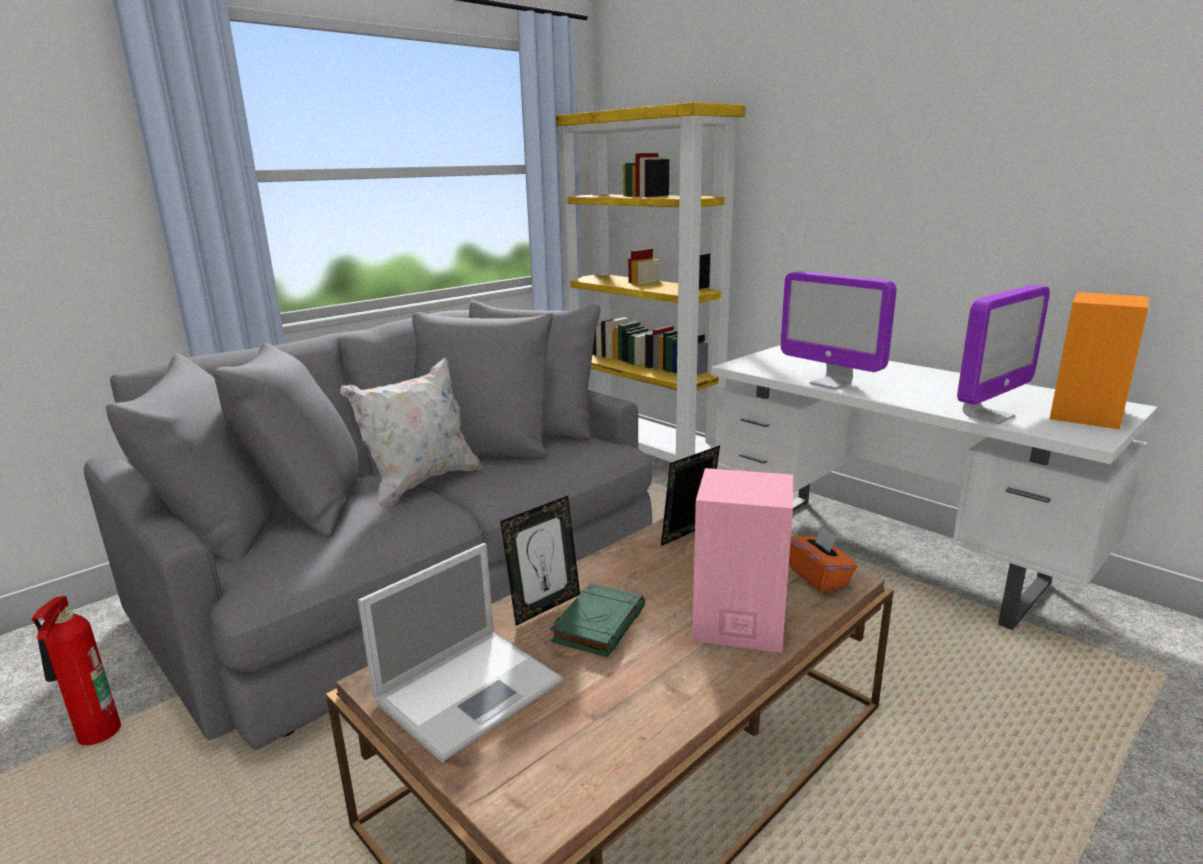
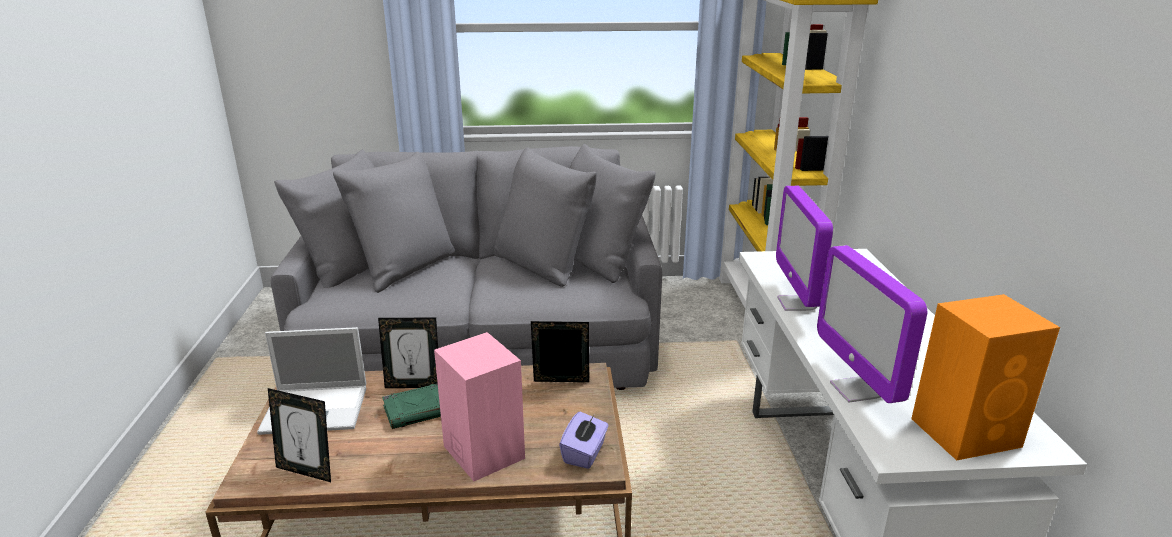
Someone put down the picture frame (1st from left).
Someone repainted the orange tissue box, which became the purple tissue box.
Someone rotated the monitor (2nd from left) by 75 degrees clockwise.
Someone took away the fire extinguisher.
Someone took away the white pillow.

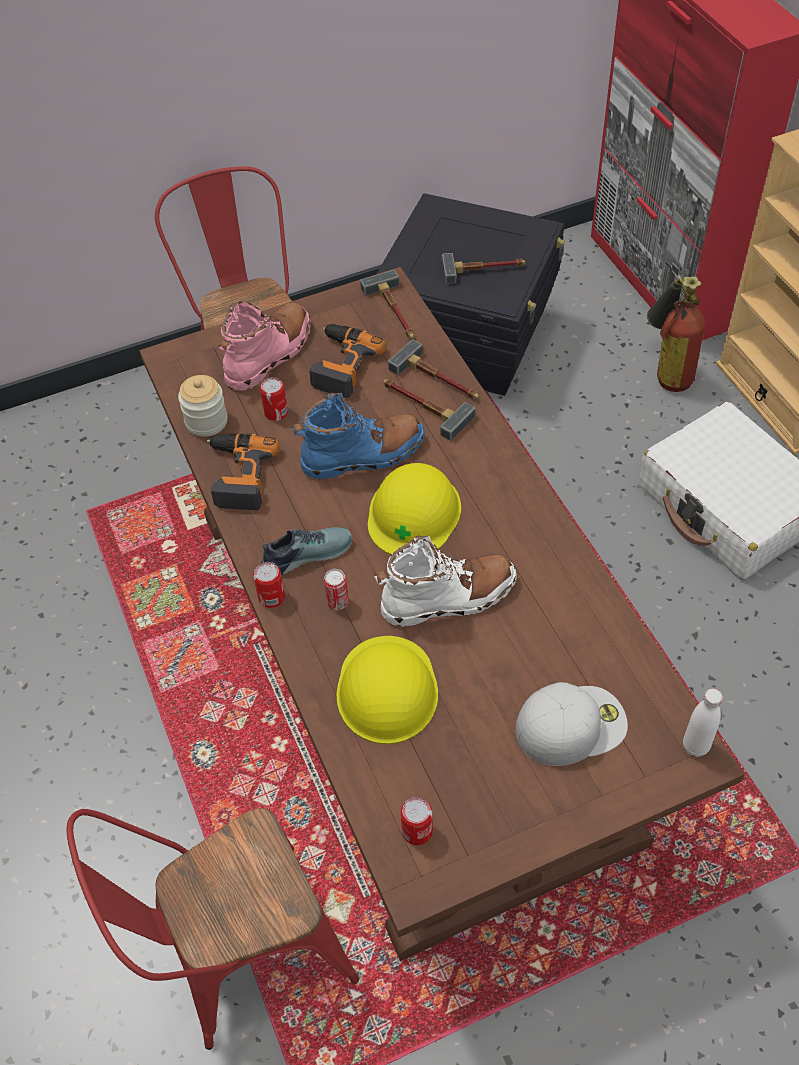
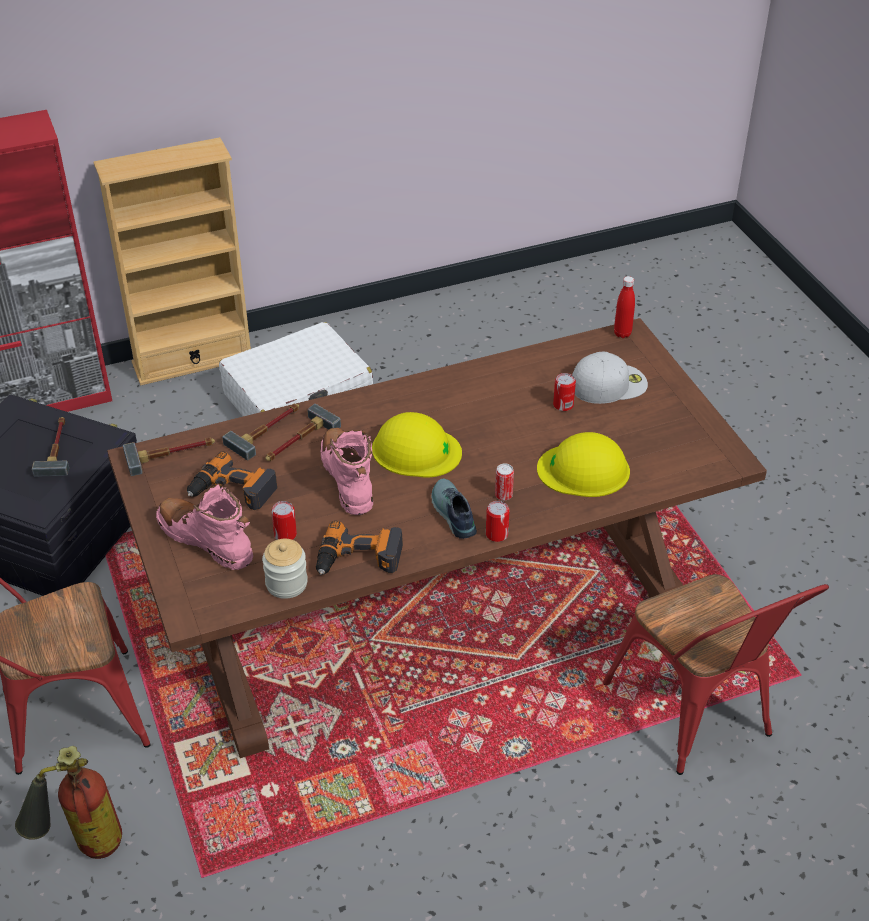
Someone carried the fire extinguisher.
Someone repainted the blue boot, which became the pink boot (2nd from left).
Someone carried the can (4th from left).
Someone rotated the white cap by 90 degrees clockwise.
Someone repainted the white bottle, which became the red bottle.
Someone took away the white boot.

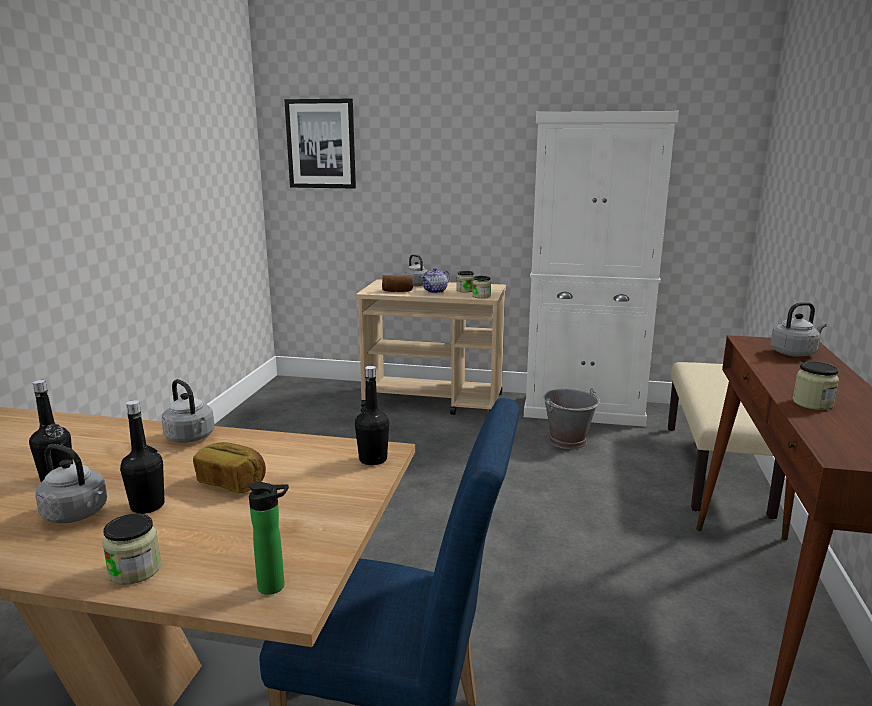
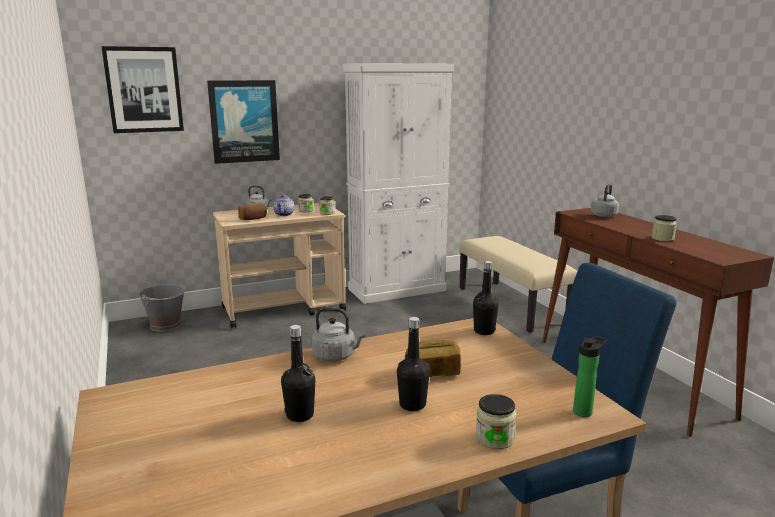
Someone carried the grey bucket.
Someone put up the picture (2nd from left).
Someone took away the grey kettle (1st from left).

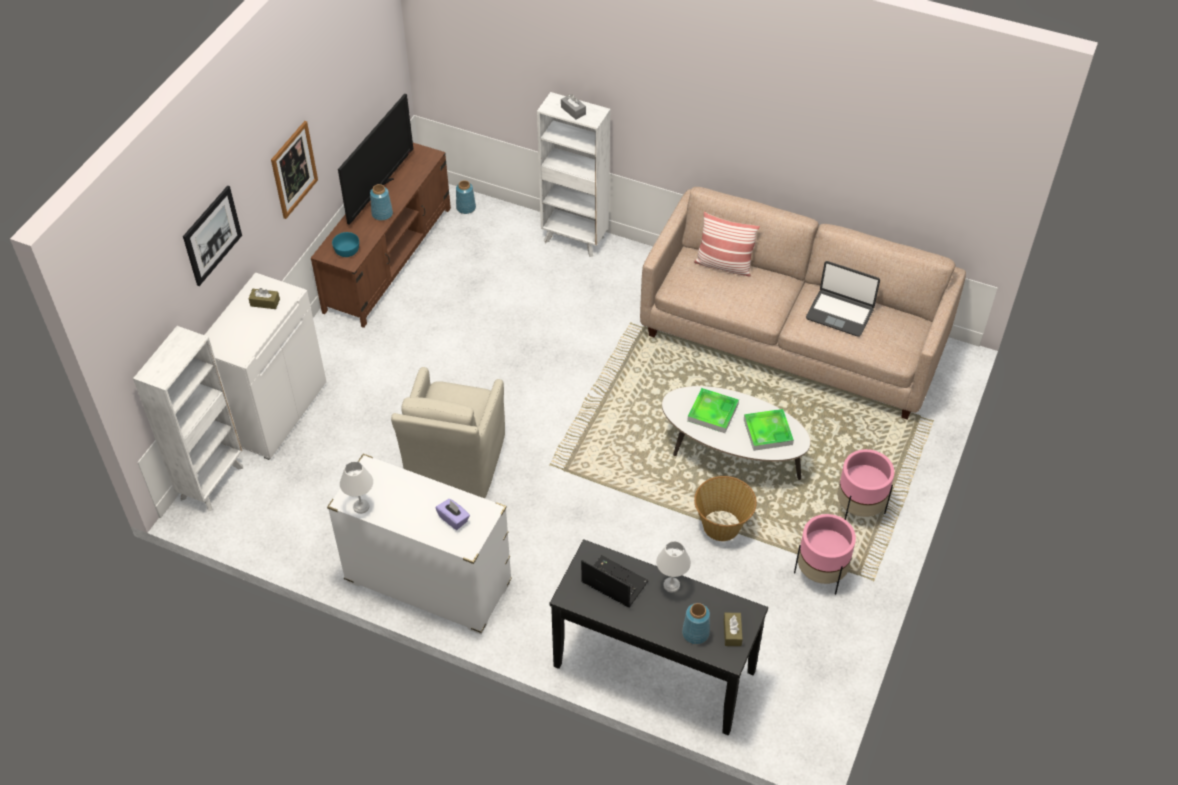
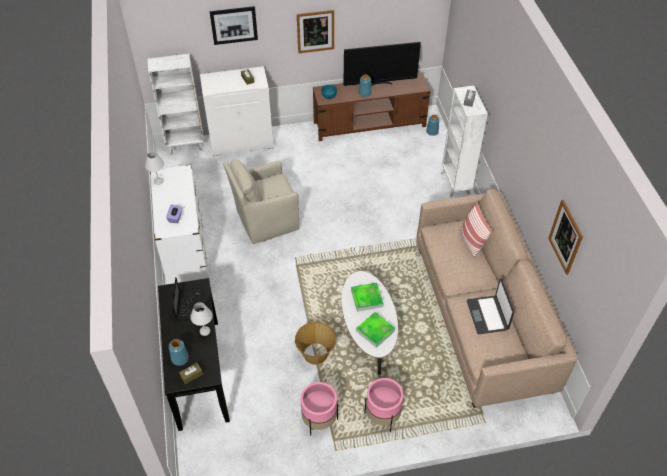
Someone put up the picture (3rd from left).

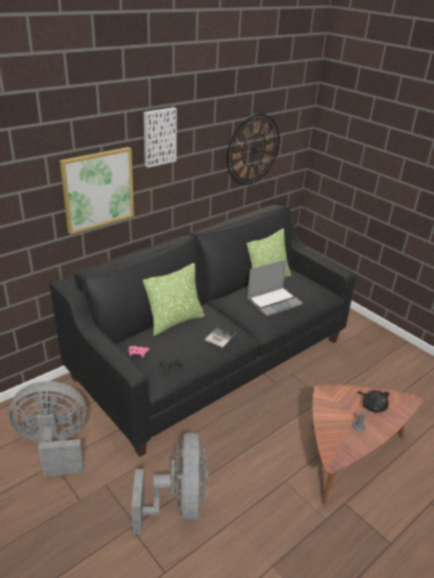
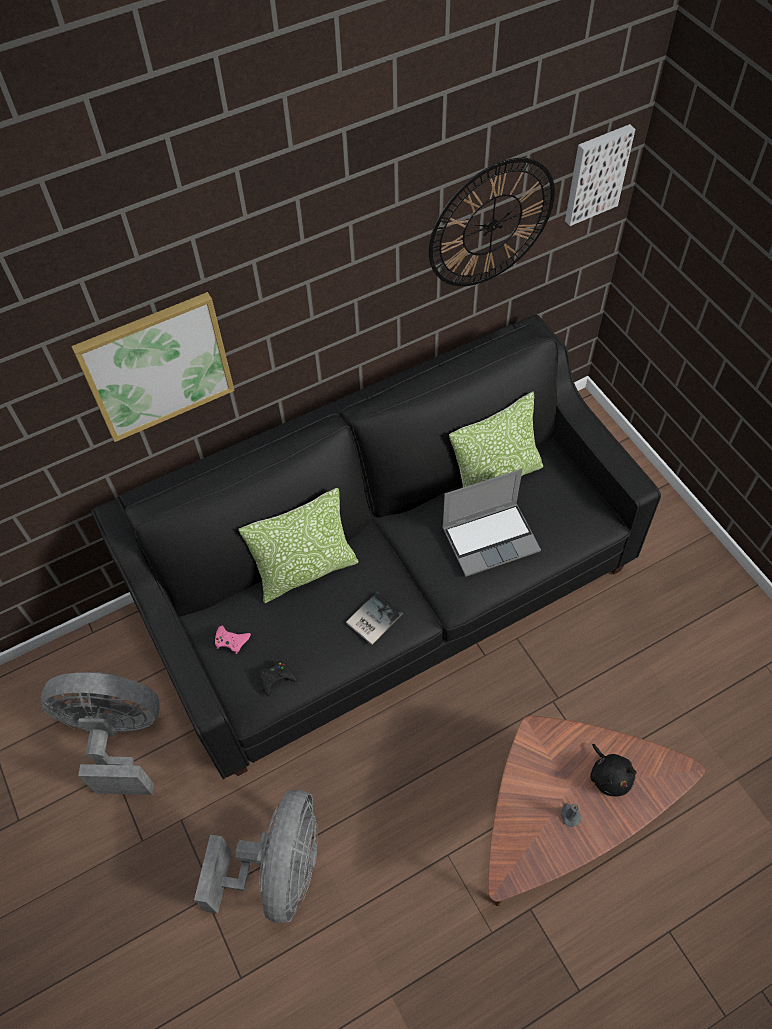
Someone carried the picture (2nd from left).

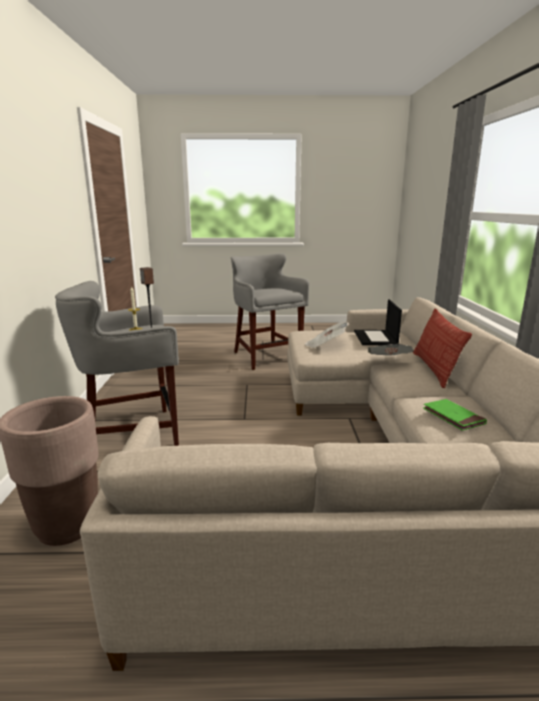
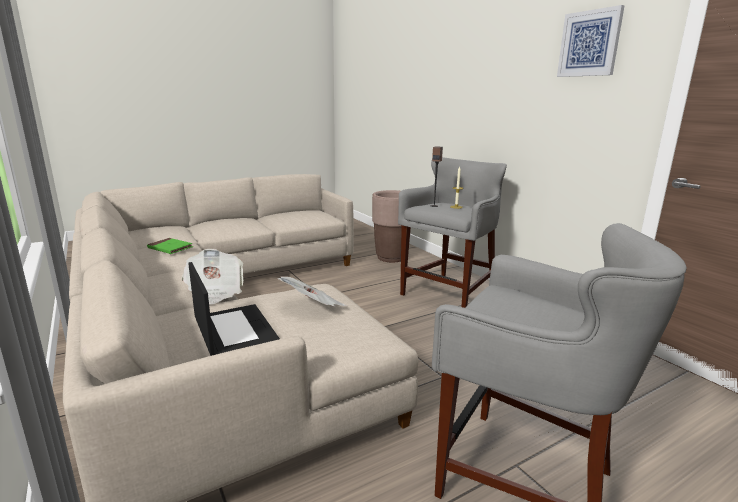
Someone put up the picture.
Someone took away the pillow.

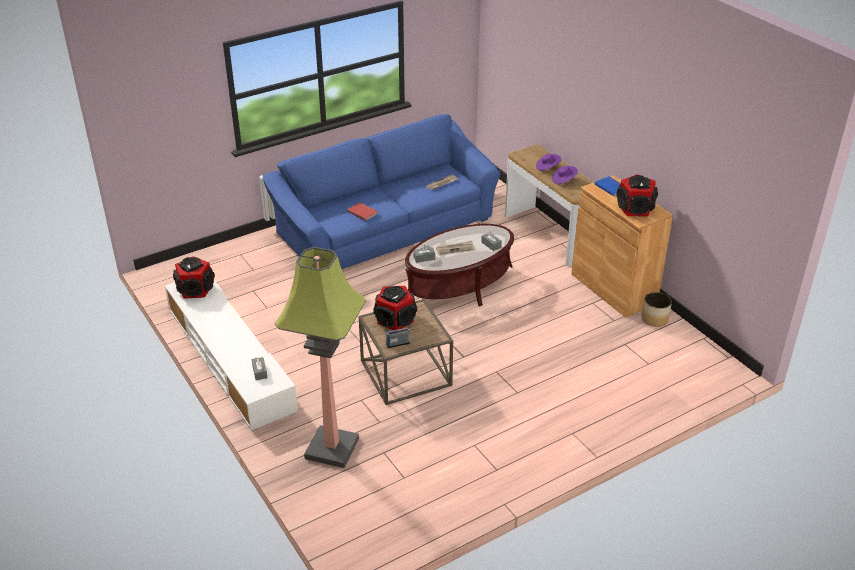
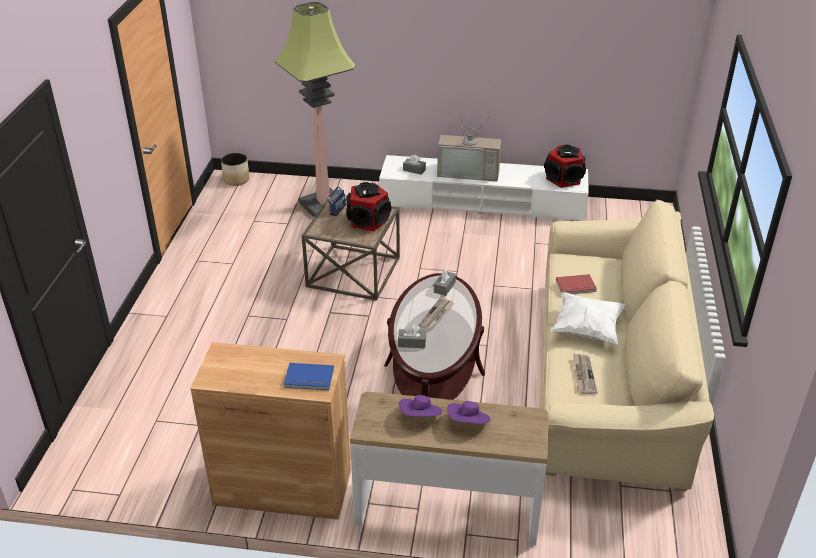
Someone carried the planter.
Someone put down the television.
Someone repainted the blue sofa, which became the beige sofa.
Someone put down the white pillow.
Someone took away the speaker (3rd from left).

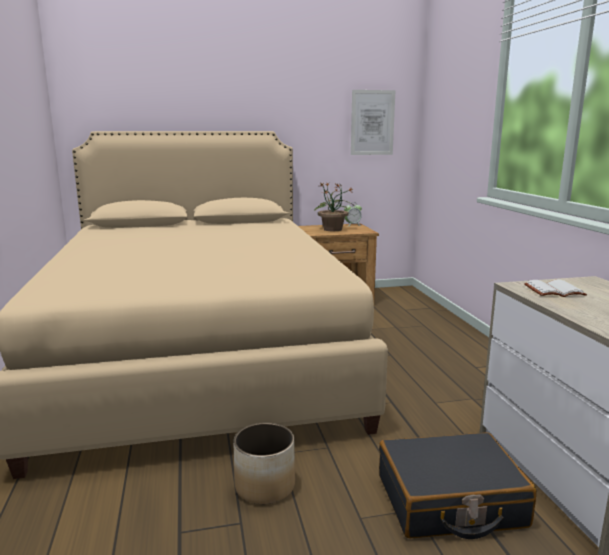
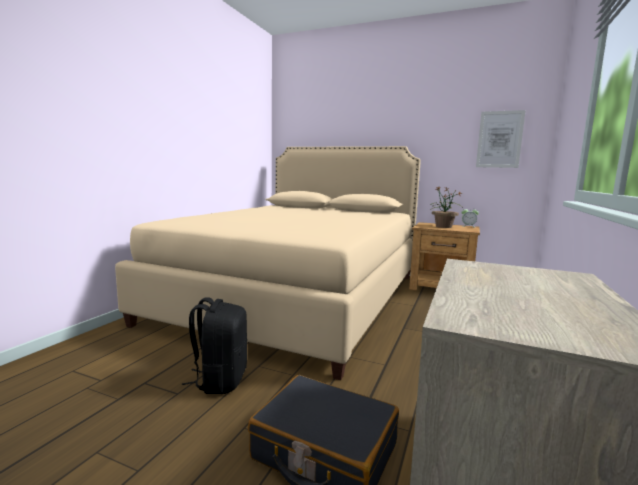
Someone swapped the planter for the black backpack.
Someone took away the white book.

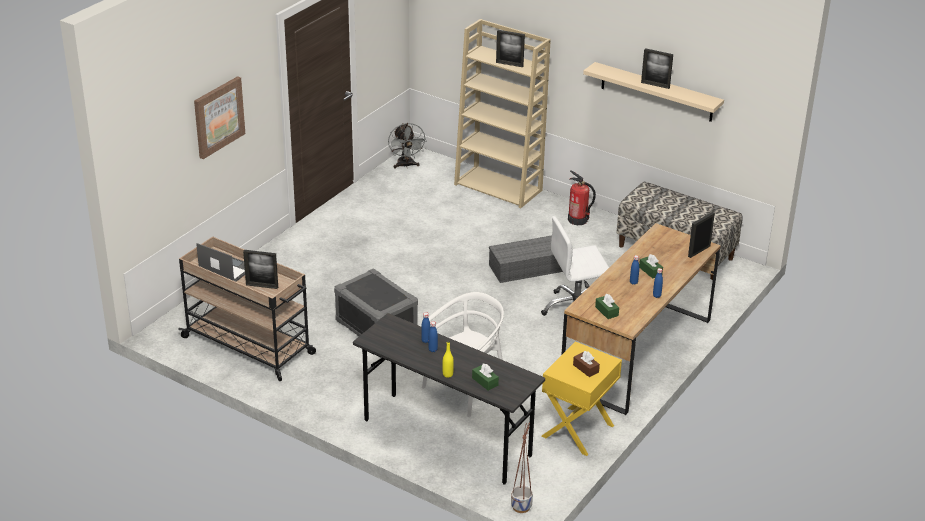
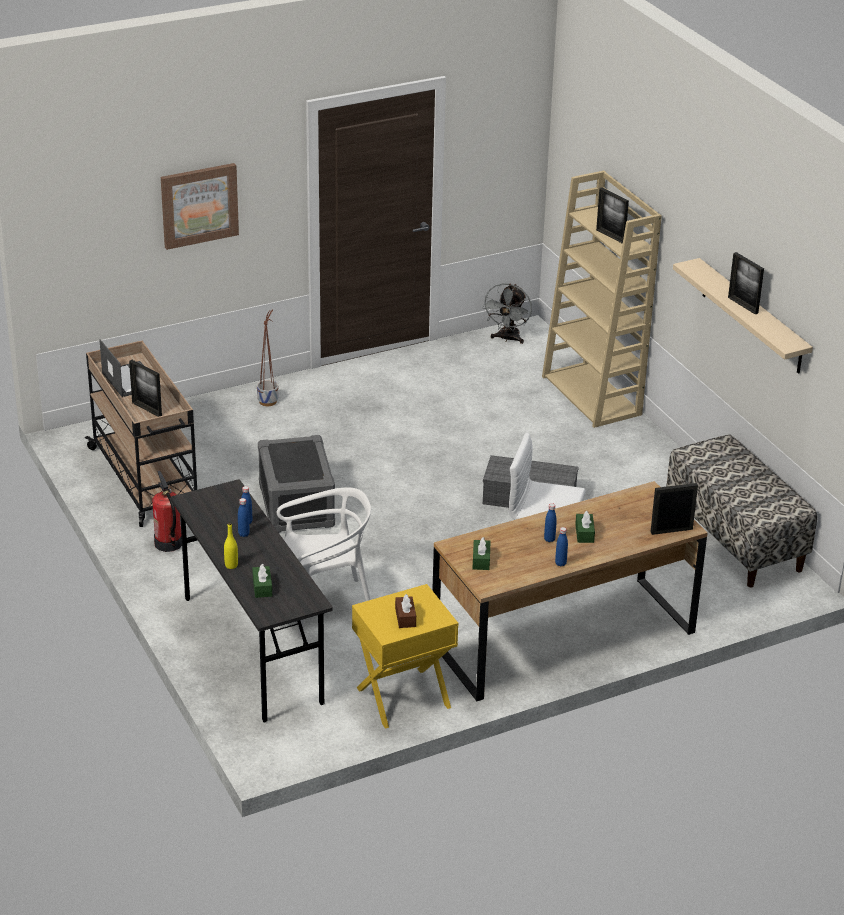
Someone carried the fire extinguisher.
Someone carried the planter.

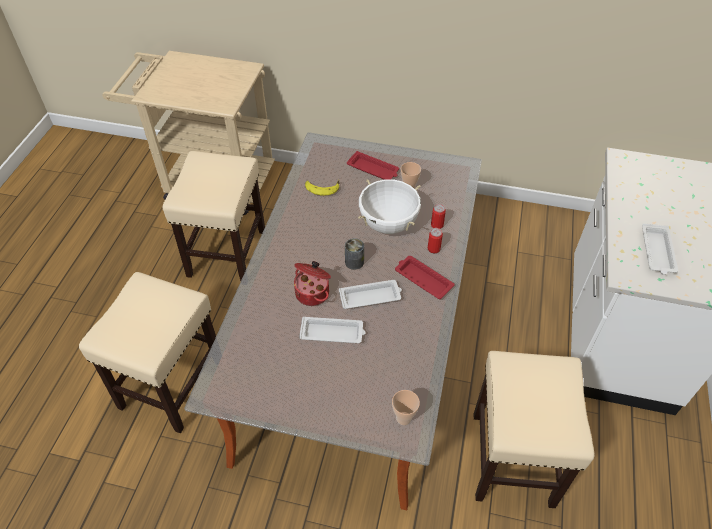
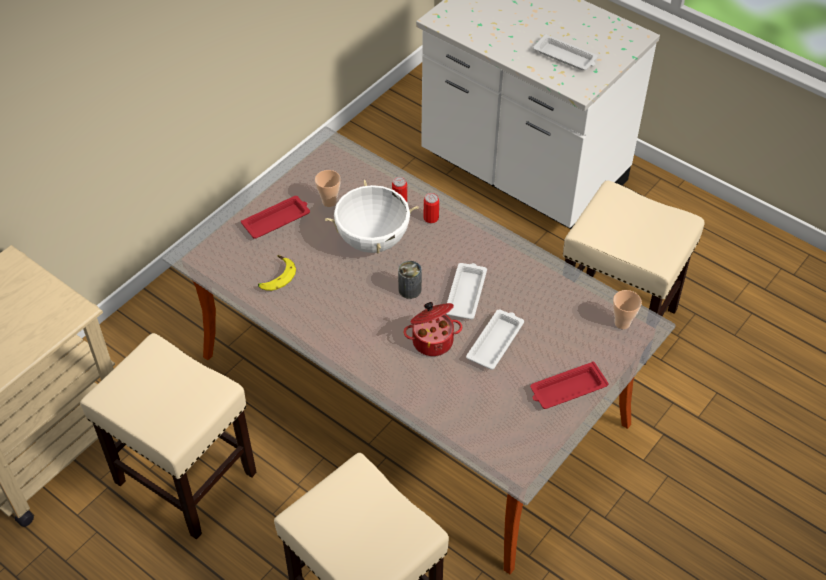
Someone carried the red tray (2nd from left).

